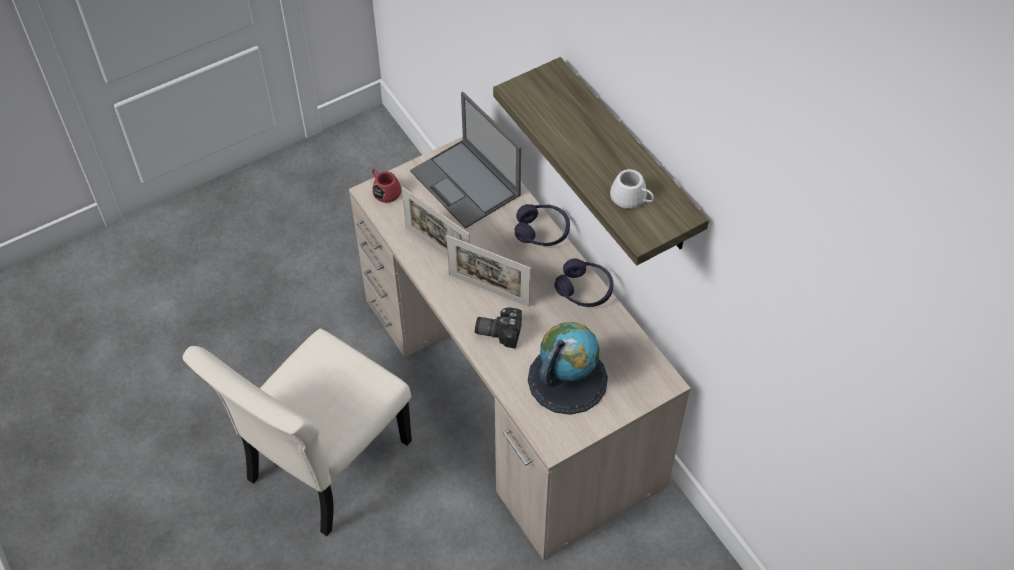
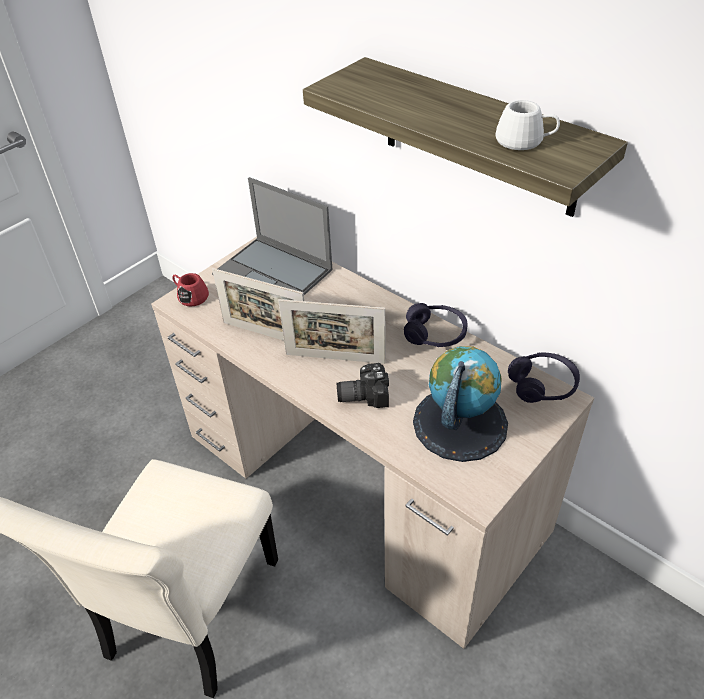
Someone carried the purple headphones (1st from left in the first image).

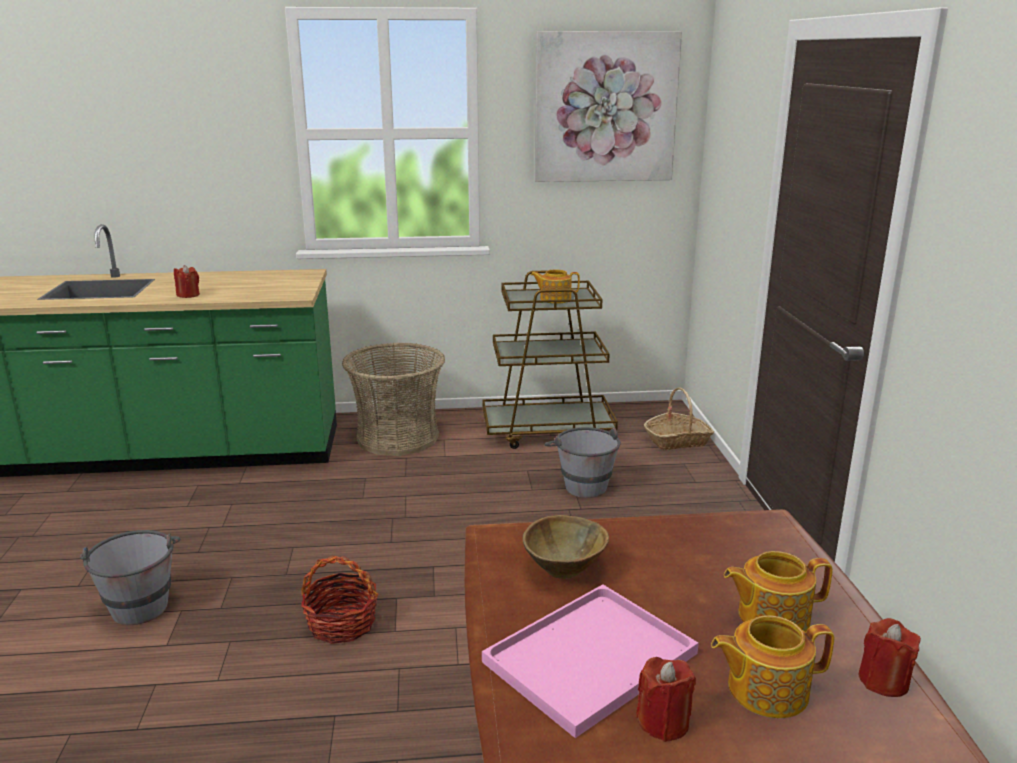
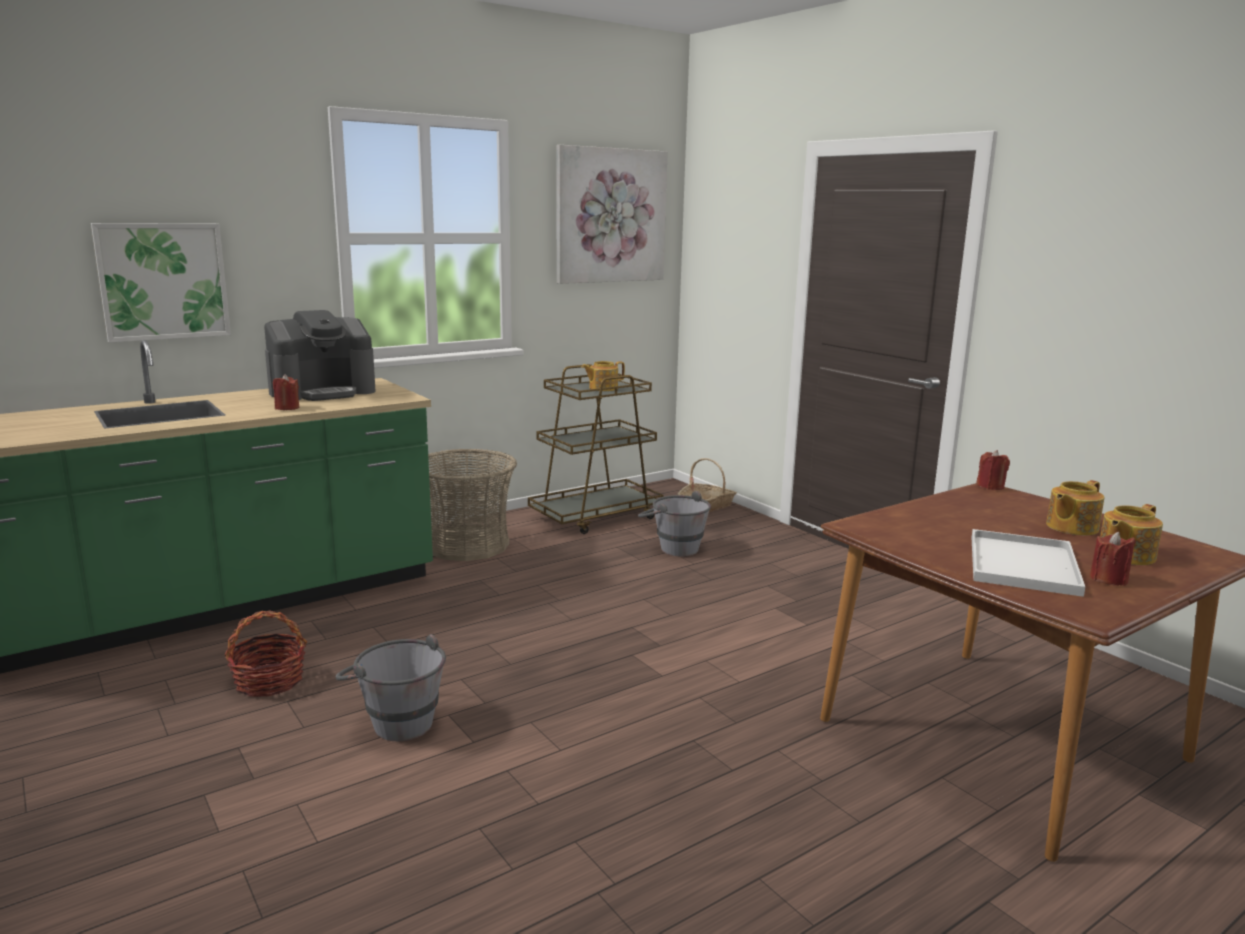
Someone put up the picture (1st from left).
Someone carried the basket (1st from left).
Someone put down the coffee machine.
Someone repainted the pink tray, which became the white tray.
Someone carried the red candle (3rd from left in the first image).
Someone took away the brown bowl.

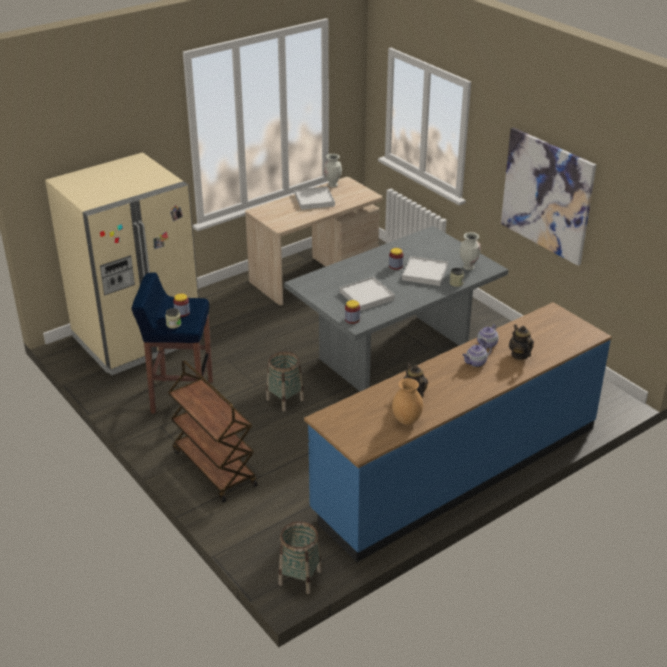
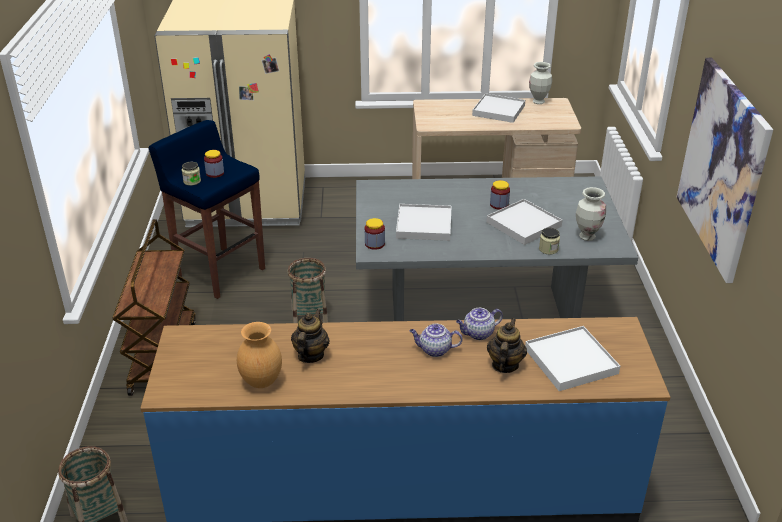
Someone put down the white tray (4th from left).

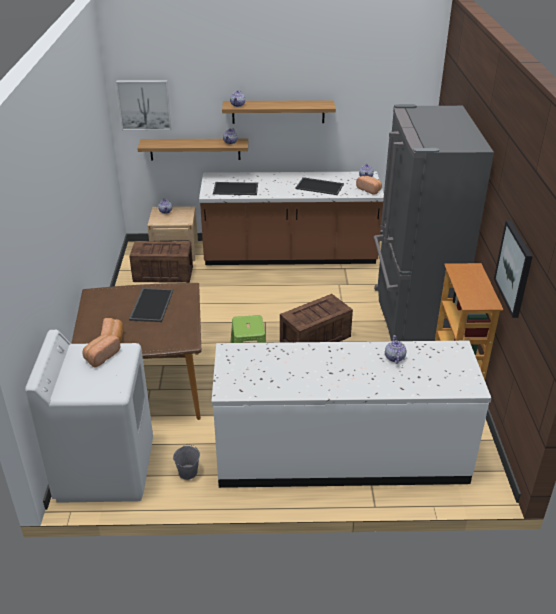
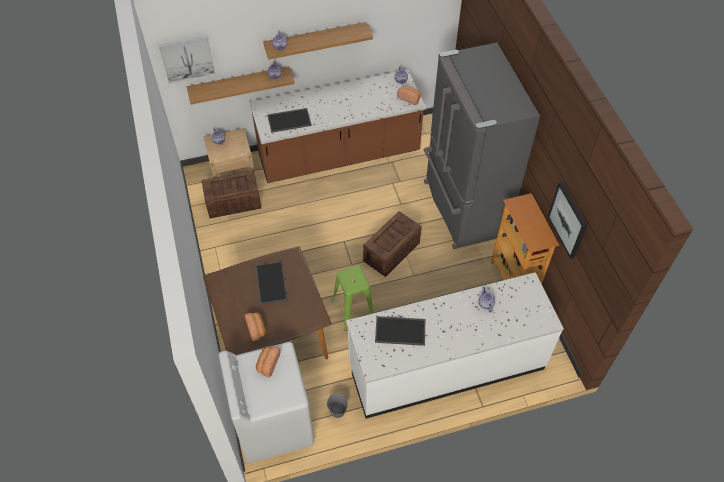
Someone carried the tray (3rd from left).

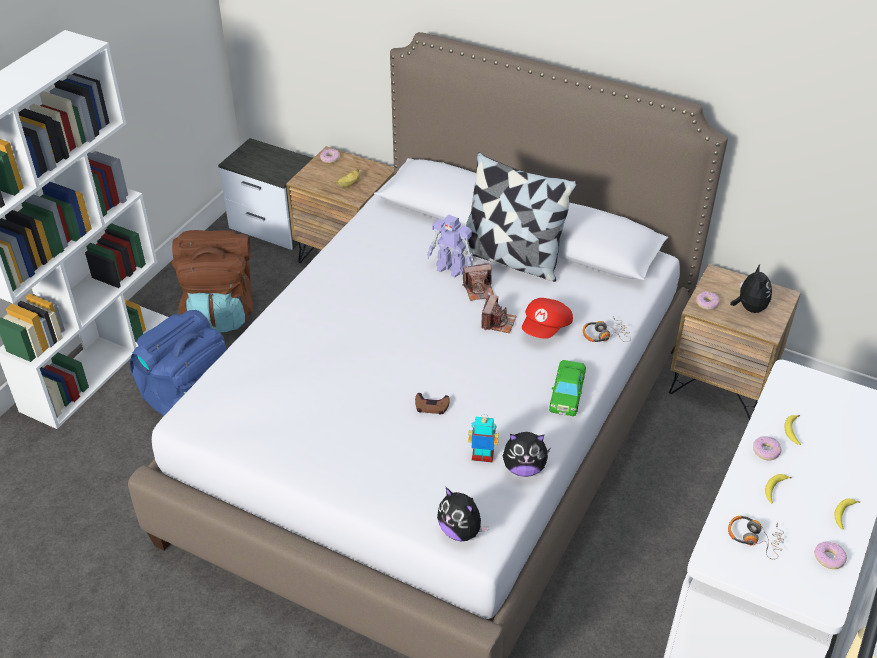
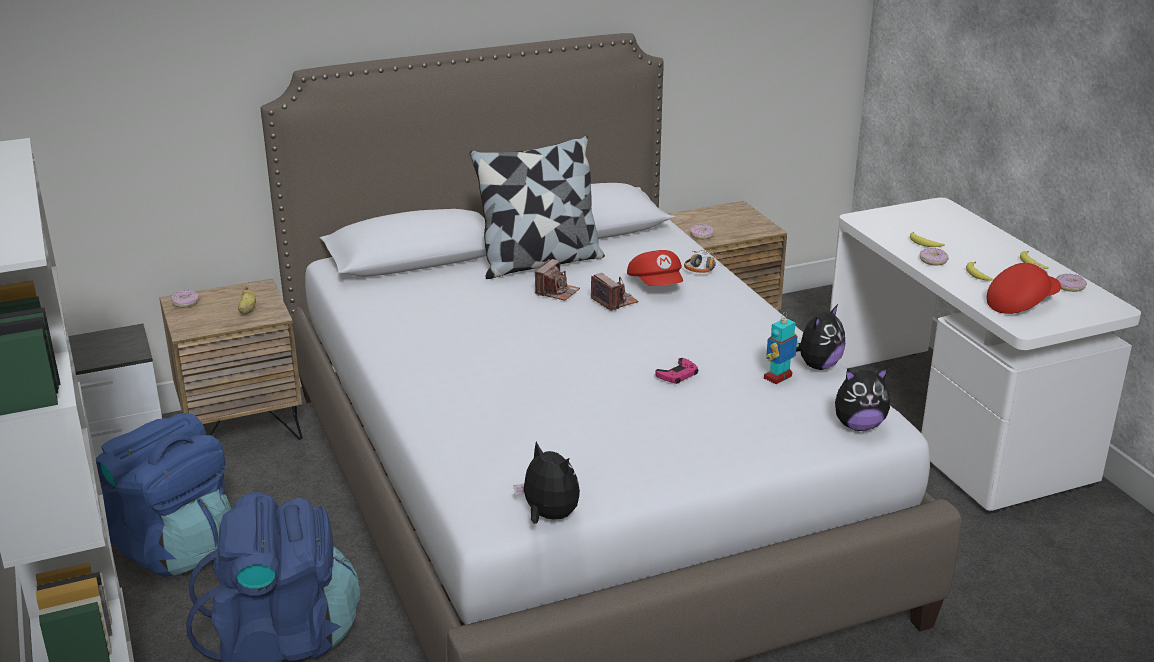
Someone repainted the brown backpack, which became the blue backpack (1st from left).
Someone carried the plush toy (3rd from left in the first image).
Someone repainted the brown game controller, which became the pink game controller.
Someone swapped the headphones (2nd from left) for the red cap (2nd from left).
Someone took away the toy robot (1st from left).
Someone took away the green toy car.

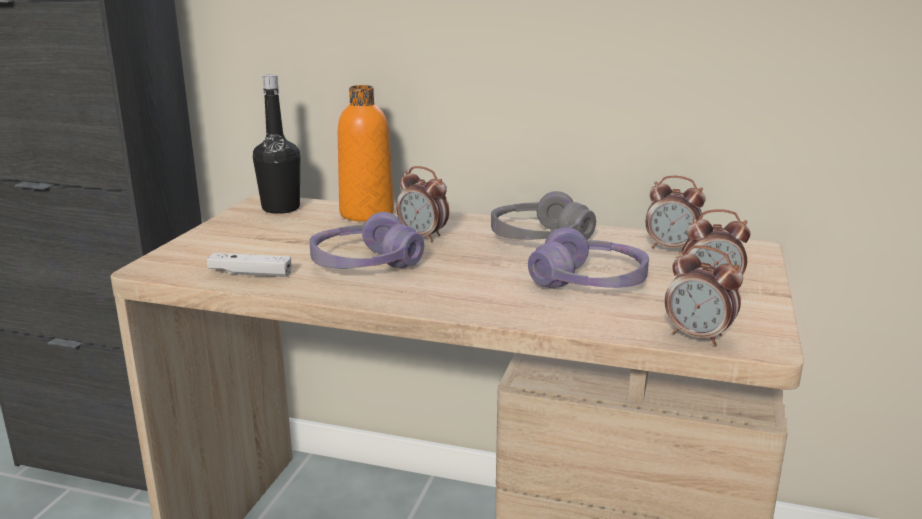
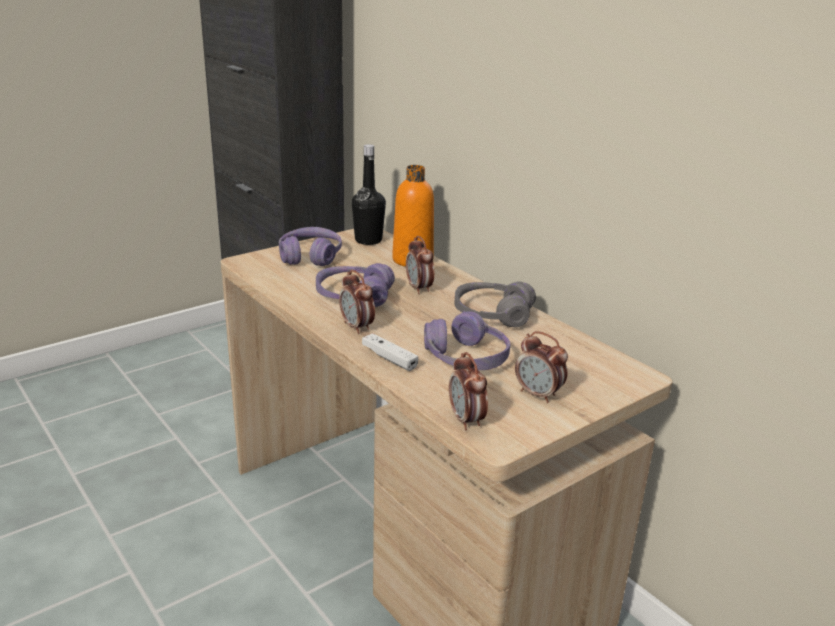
Someone put down the purple headphones (1st from left).
Someone carried the alarm clock (2nd from left in the first image).
Someone carried the white game controller.

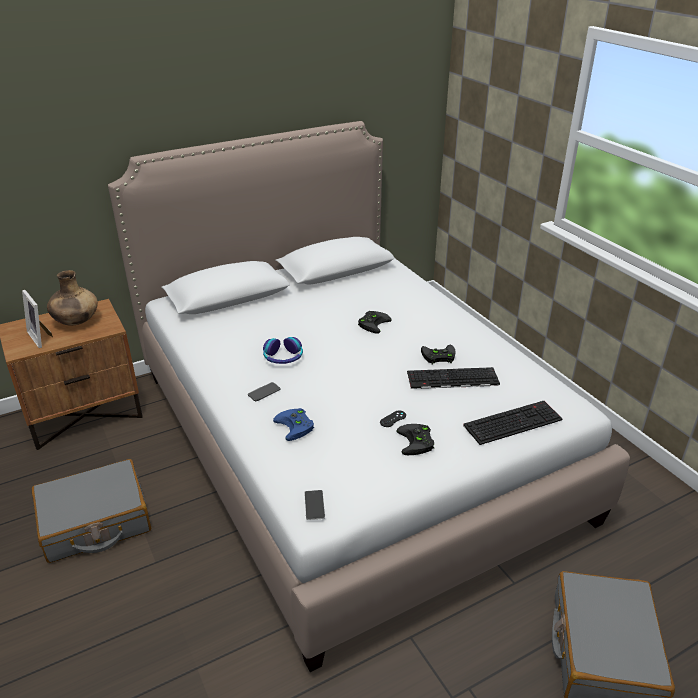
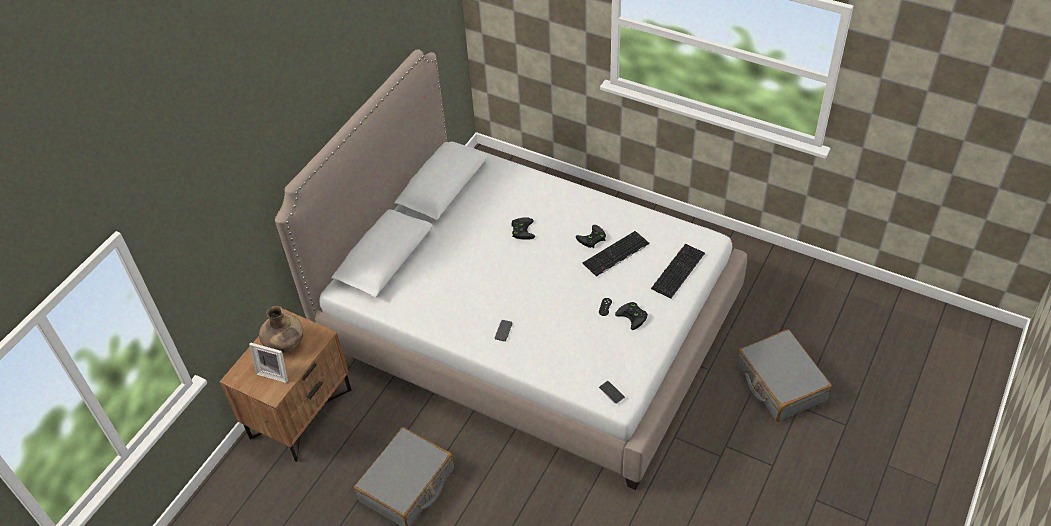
Someone took away the headphones.
Someone took away the blue game controller.

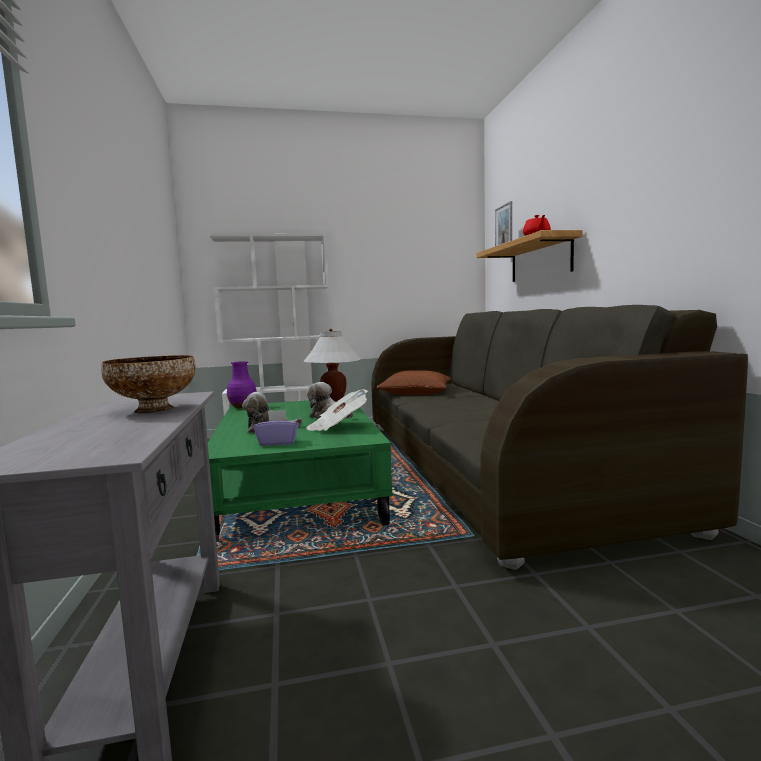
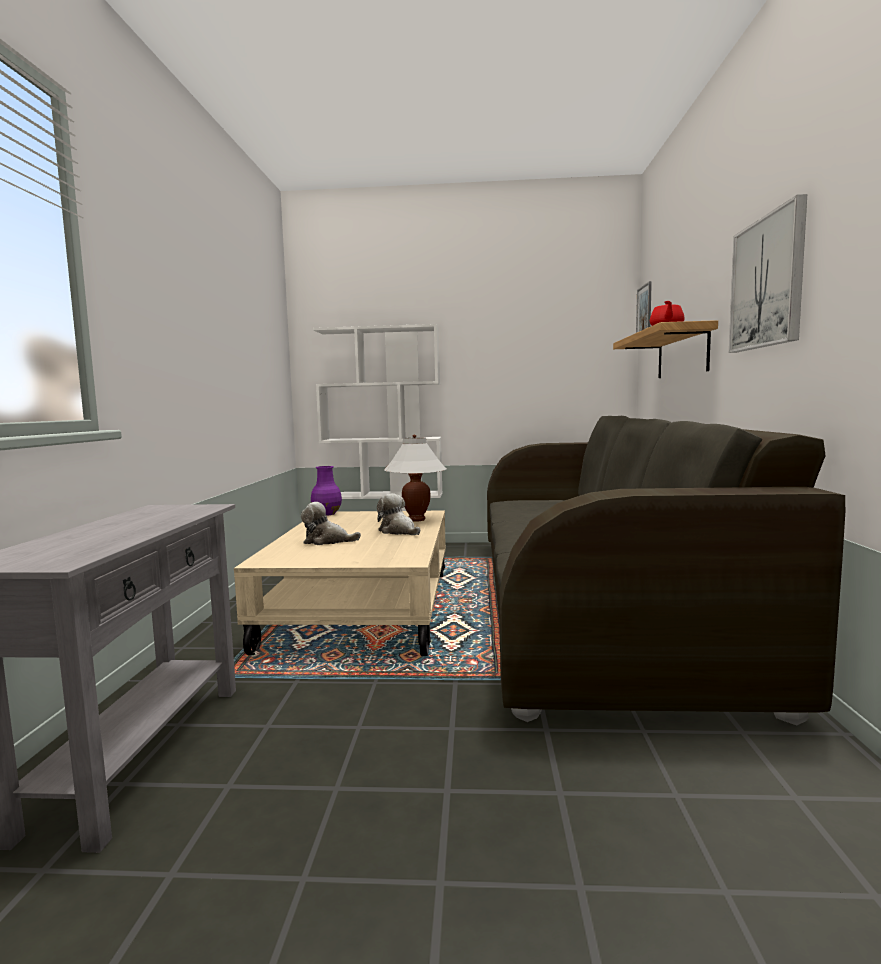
Someone repainted the green coffee table, which became the beige coffee table.
Someone put up the picture.
Someone took away the bowl.
Someone took away the purple tissue box.
Someone took away the newspaper.
Someone took away the brown pillow.

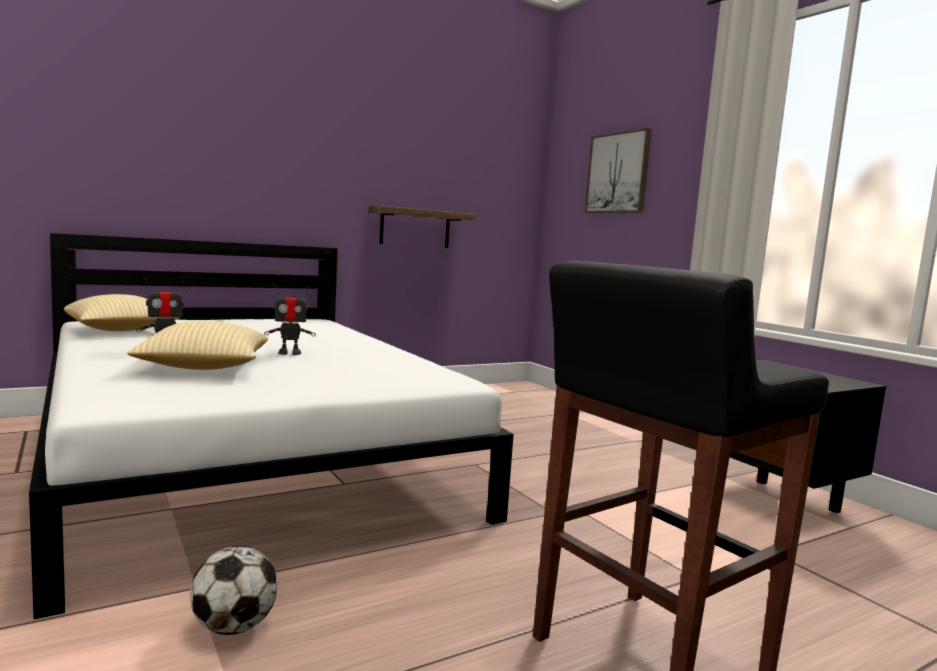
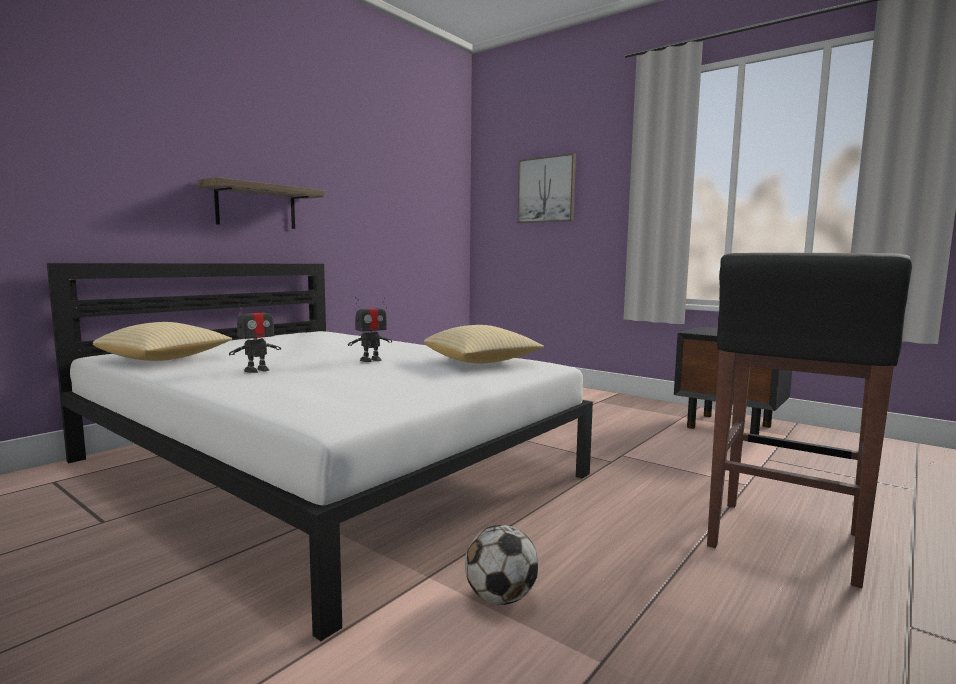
Someone carried the shelf.
Someone carried the pillow (2nd from left).

